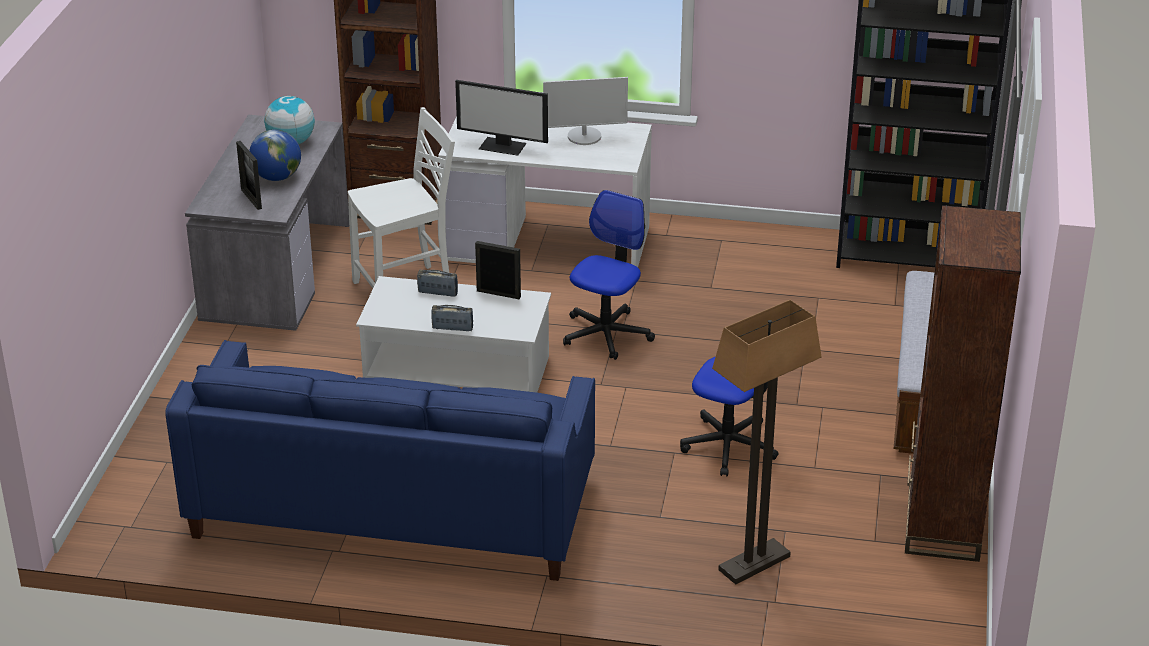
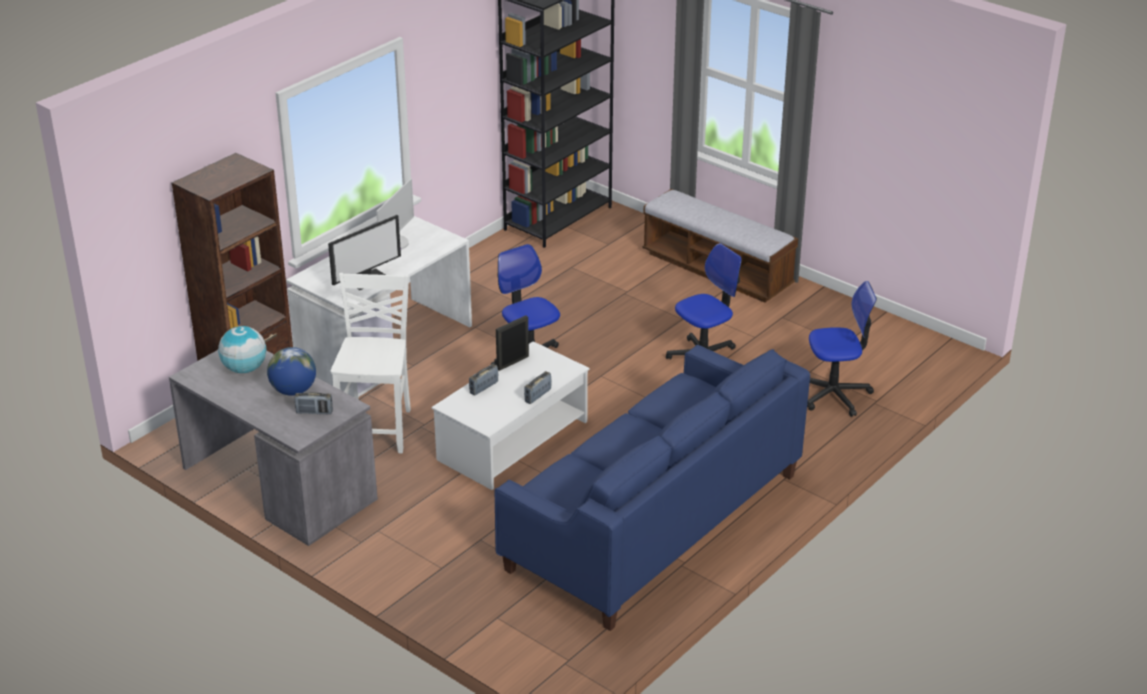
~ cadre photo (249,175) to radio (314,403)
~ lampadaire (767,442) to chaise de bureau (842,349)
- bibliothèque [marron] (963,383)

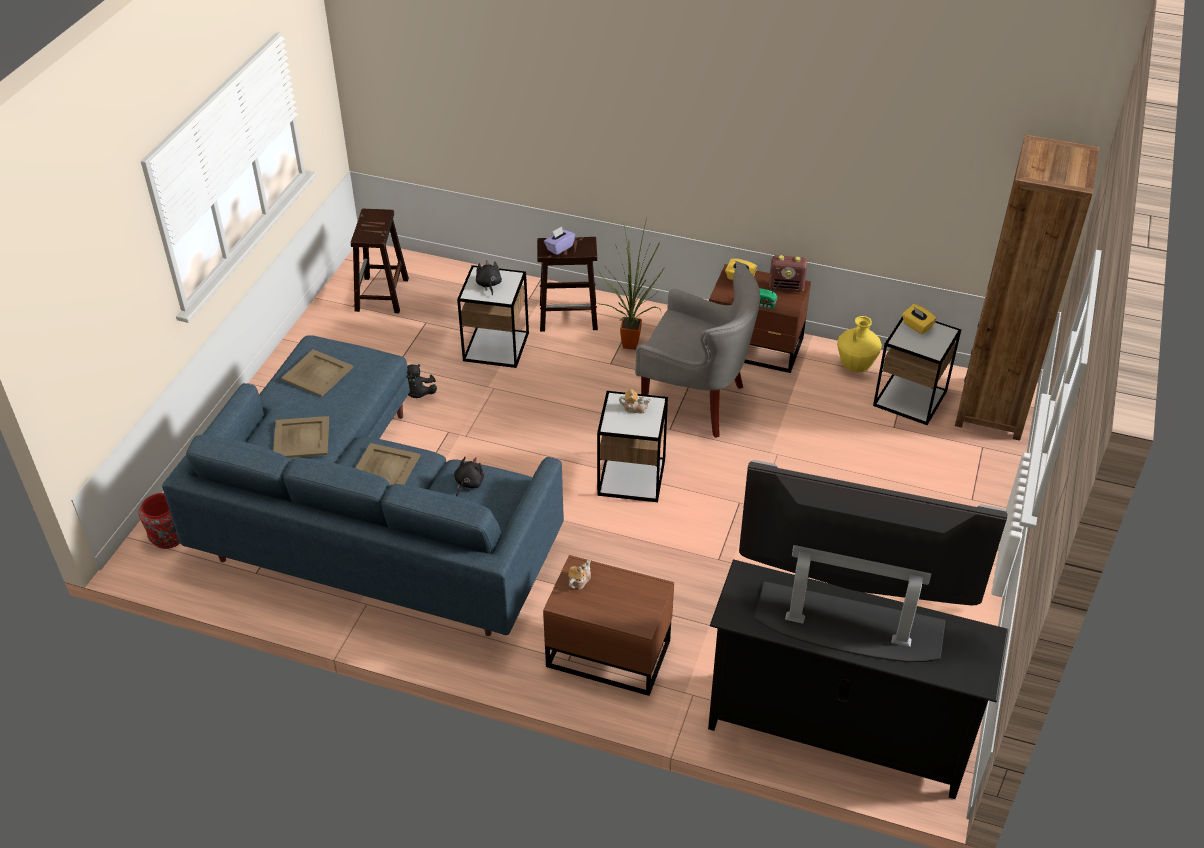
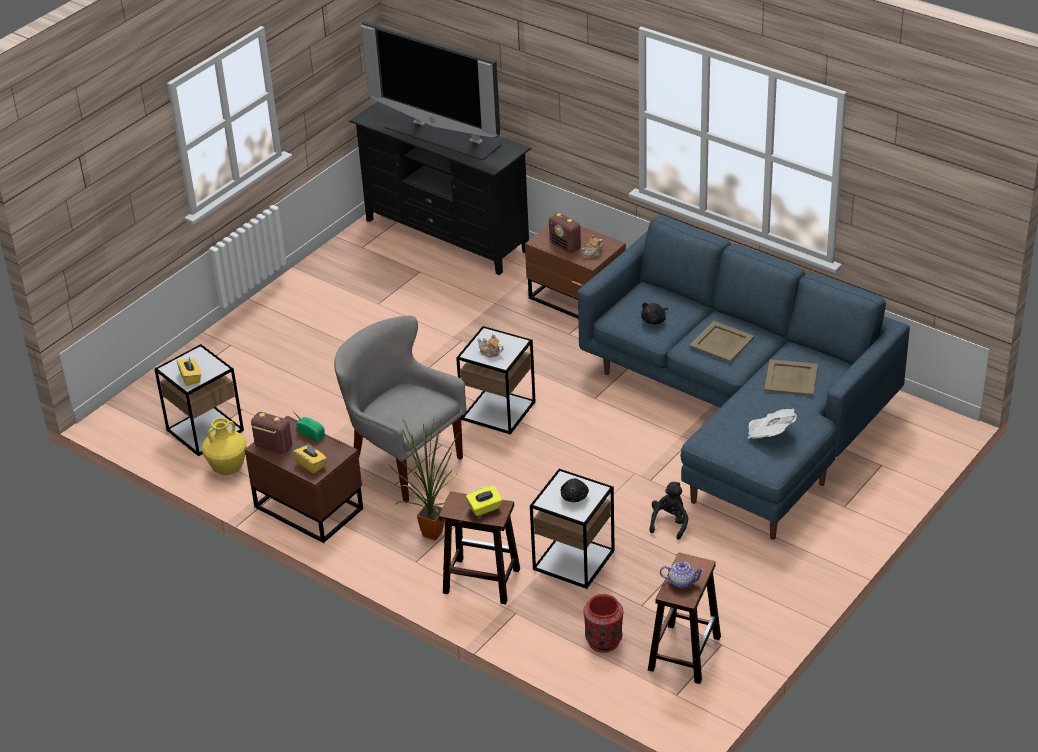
~ boîte à mouchoirs [violet] (559,241) to boîte à mouchoirs [jaune] (484,501)
+ radio (565,233)
~ vase [rouge] (159,521) to (603,623)
+ théière (682,574)
~ plateau [beige] (317,373) to journal (772,424)
- bibliothèque [marron] (1027,287)

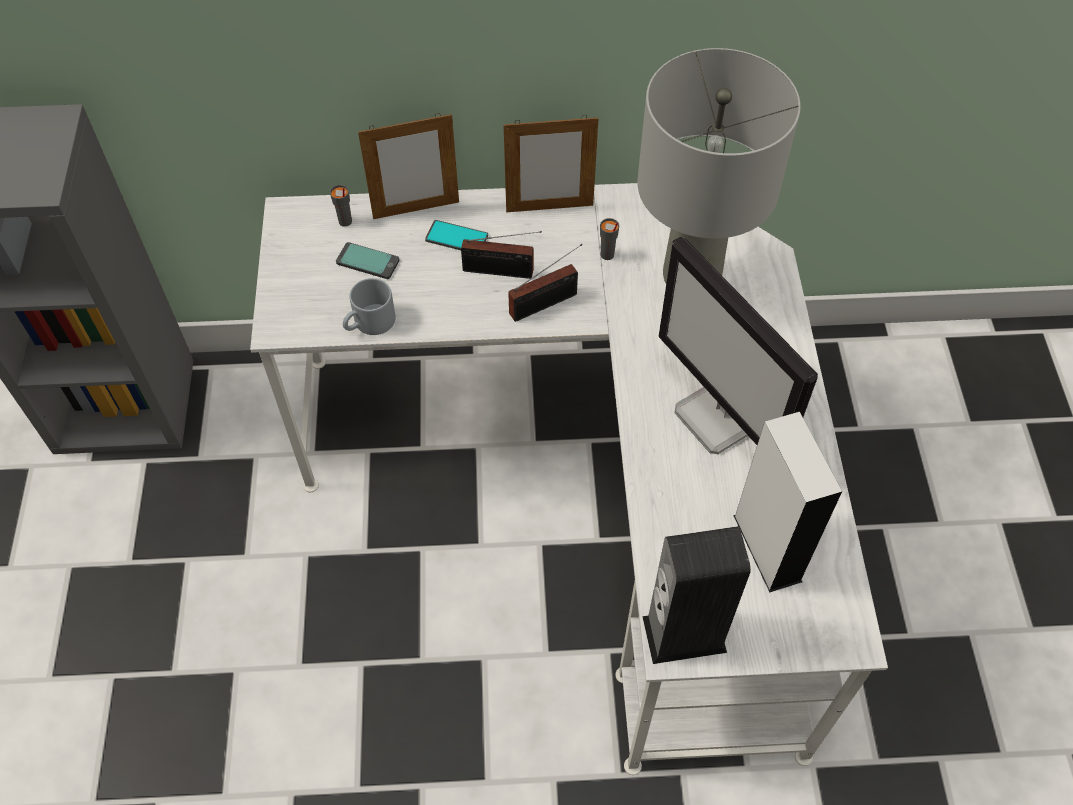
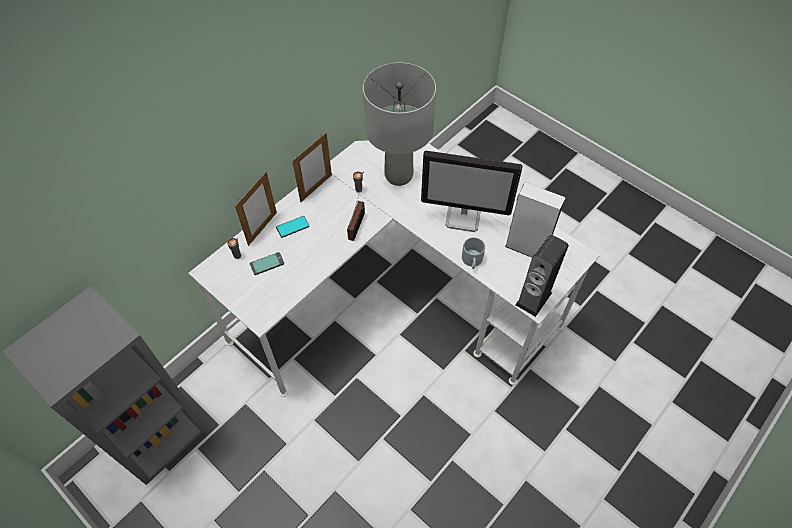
~ mug [gris] (369,306) to (473,253)
- radio (501,255)

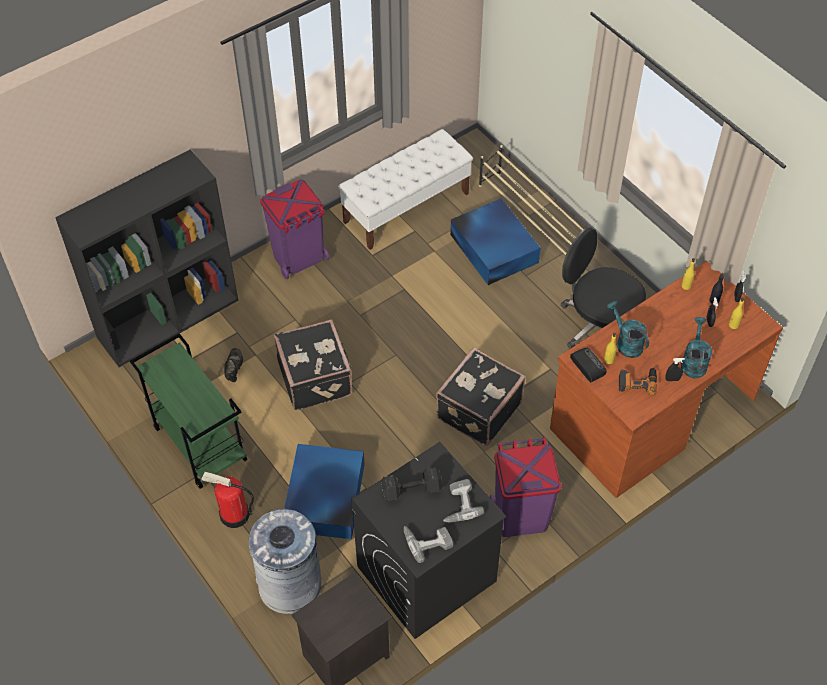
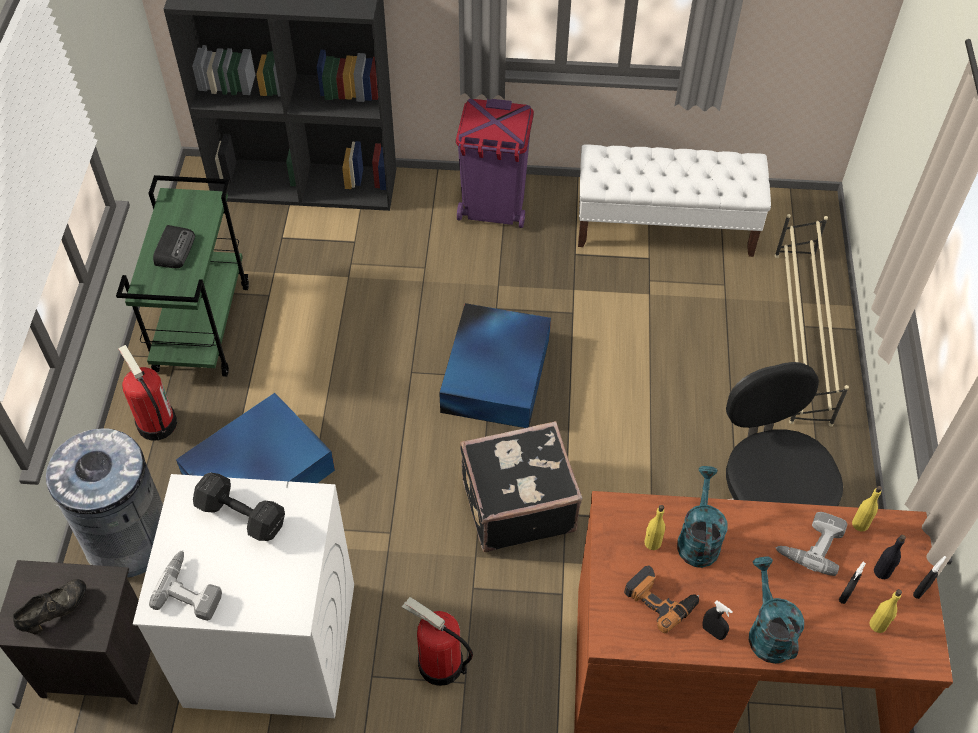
~ chaussure [noir] (233,365) to (49,607)
~ lave-linge [noir] (429,540) to lave-linge [blanc] (243,596)
~ radio (588,365) to (174,246)
~ poubelle [violet] (525,487) to extincteur (437,641)
~ boîte de rangement [bleu] (495,241) to (495,365)
~ arrosoir [turquoise] (696,347) = (776,610) 60 degrees counterclockwise
~ perceuse (463,500) to (811,544)
- valise [noir] (313,365)

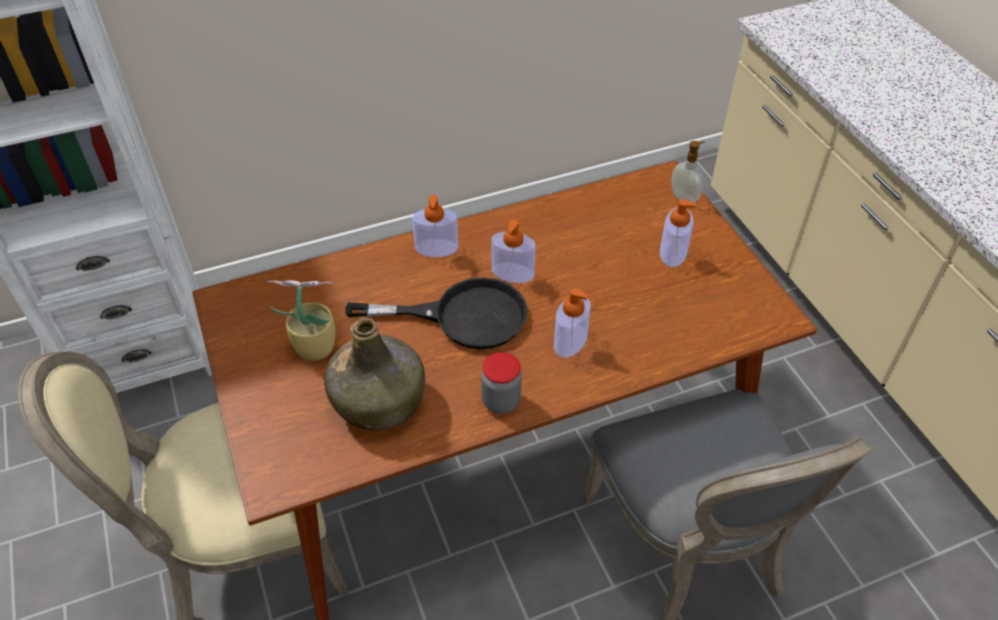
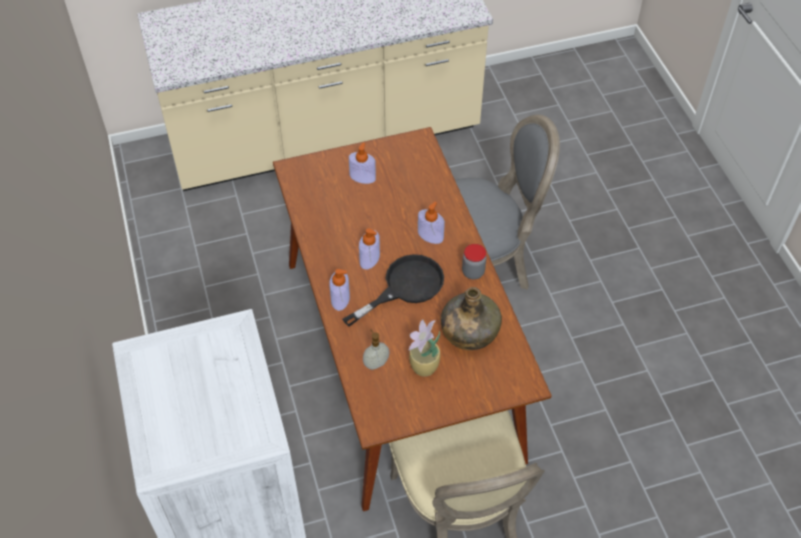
~ poêle [noir] (437,313) = (393,290) 45 degrees clockwise
~ distributeur de savon (688,172) to (376,349)

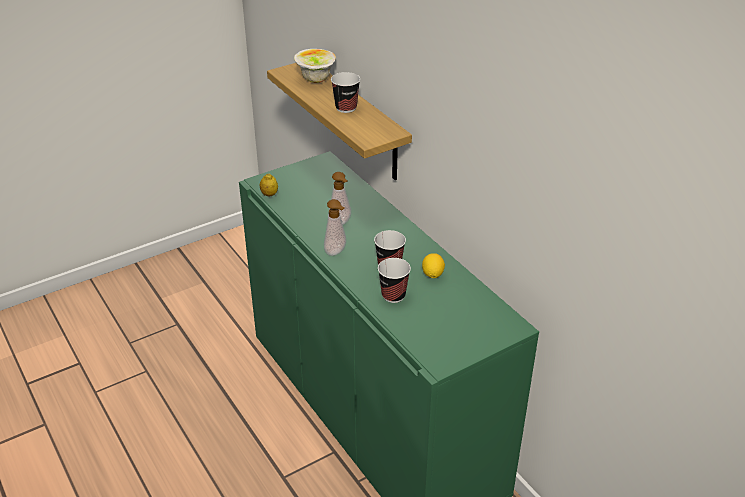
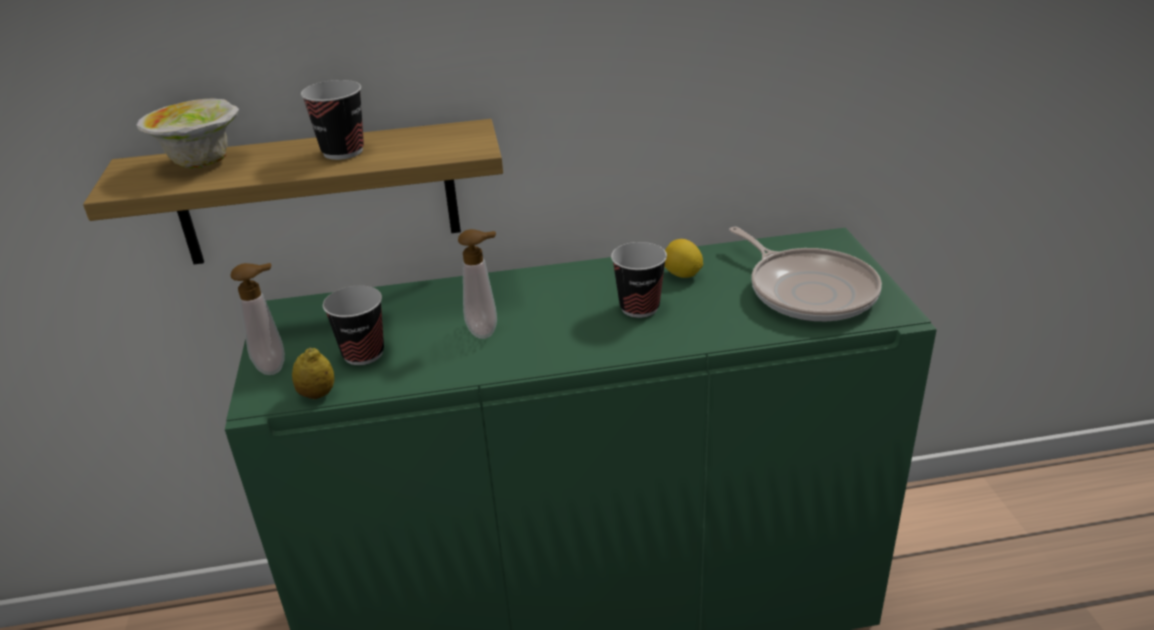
~ distributeur de savon (335,227) to (257,319)
~ tasse (394,280) to (353,325)
+ poêle (805,274)

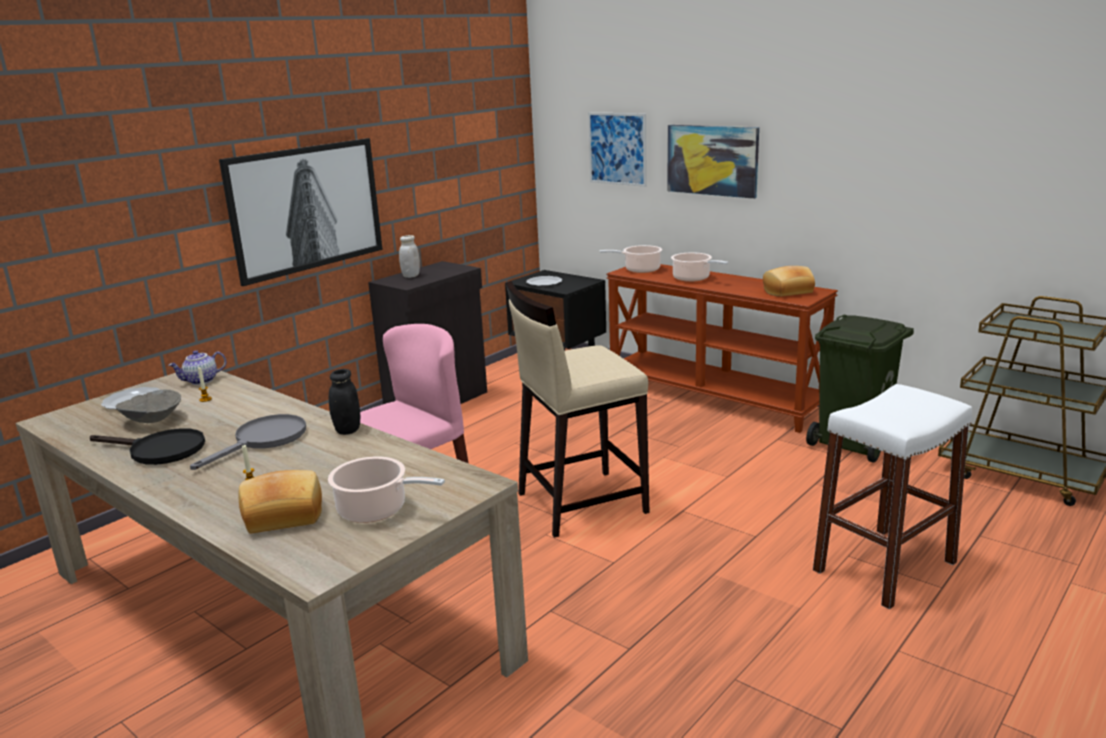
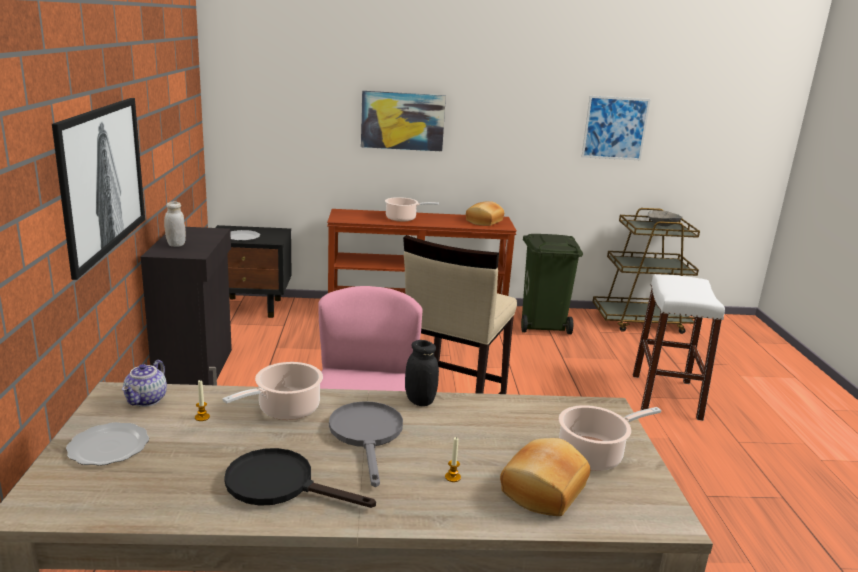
~ marmite (630,259) to (273,391)
~ poêle [noir] (147,446) = (300,478) 135 degrees counterclockwise
~ tableau (617,149) to (616,128)
~ bol [gris] (148,406) to (665,218)

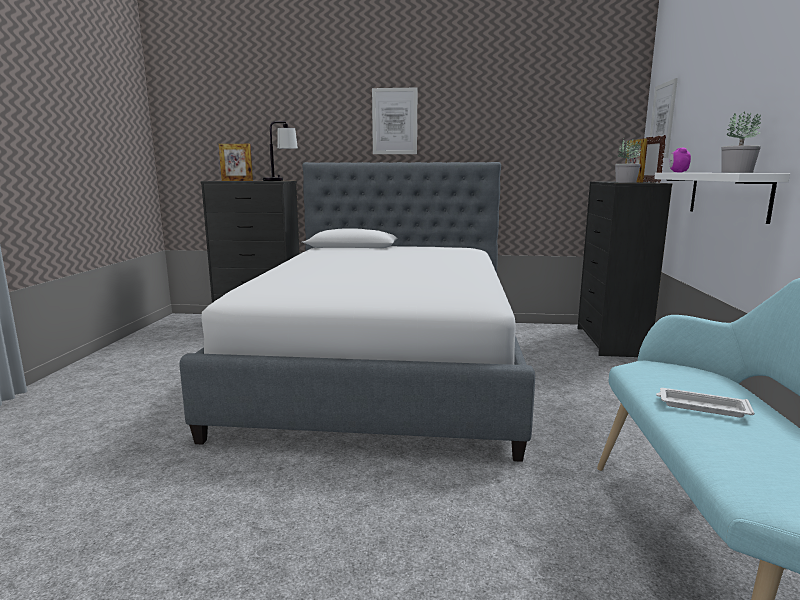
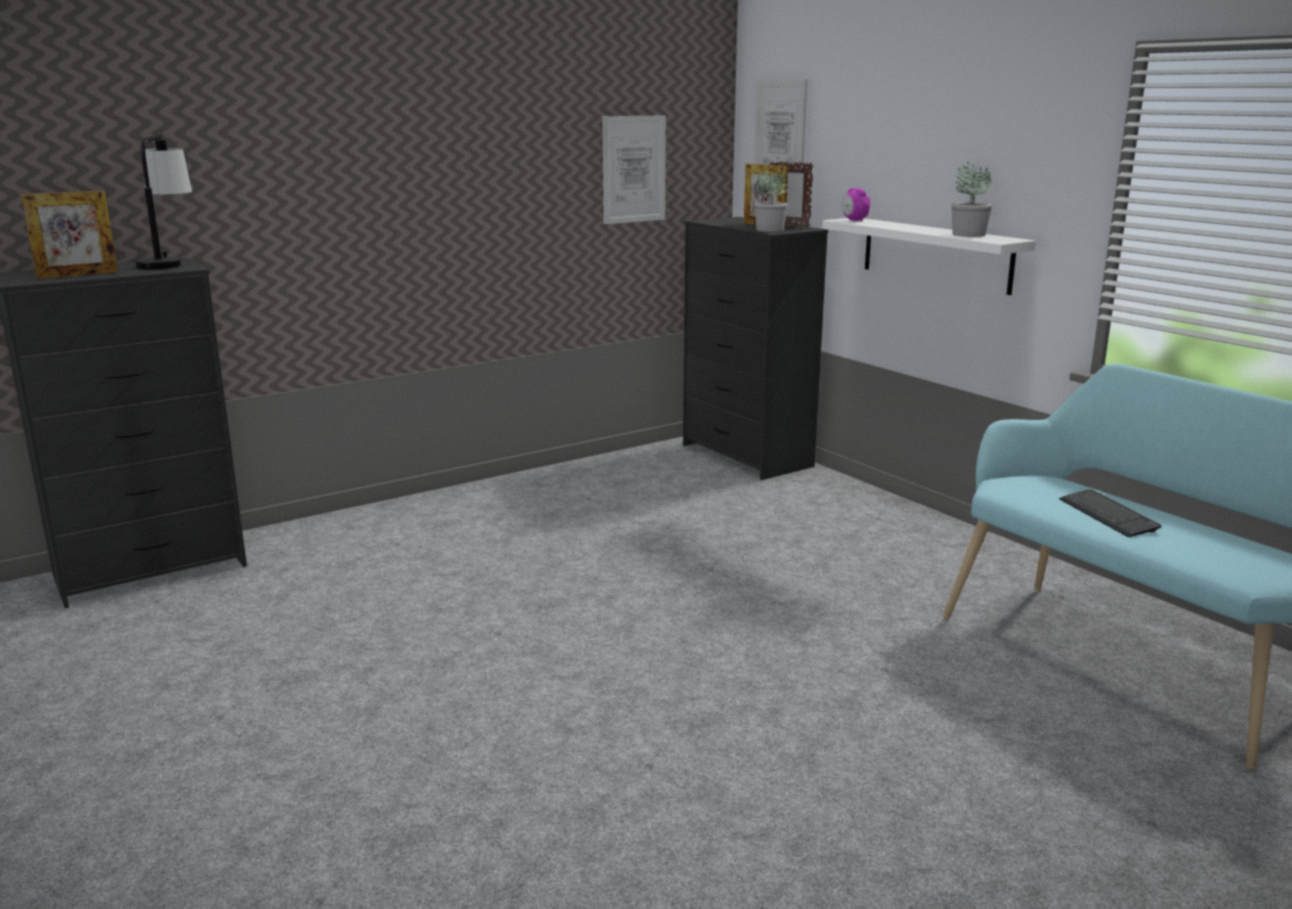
~ tableau (394,120) to (634,169)
~ plateau [blanc] (705,403) to clavier (1110,513)
- lit (357,312)

